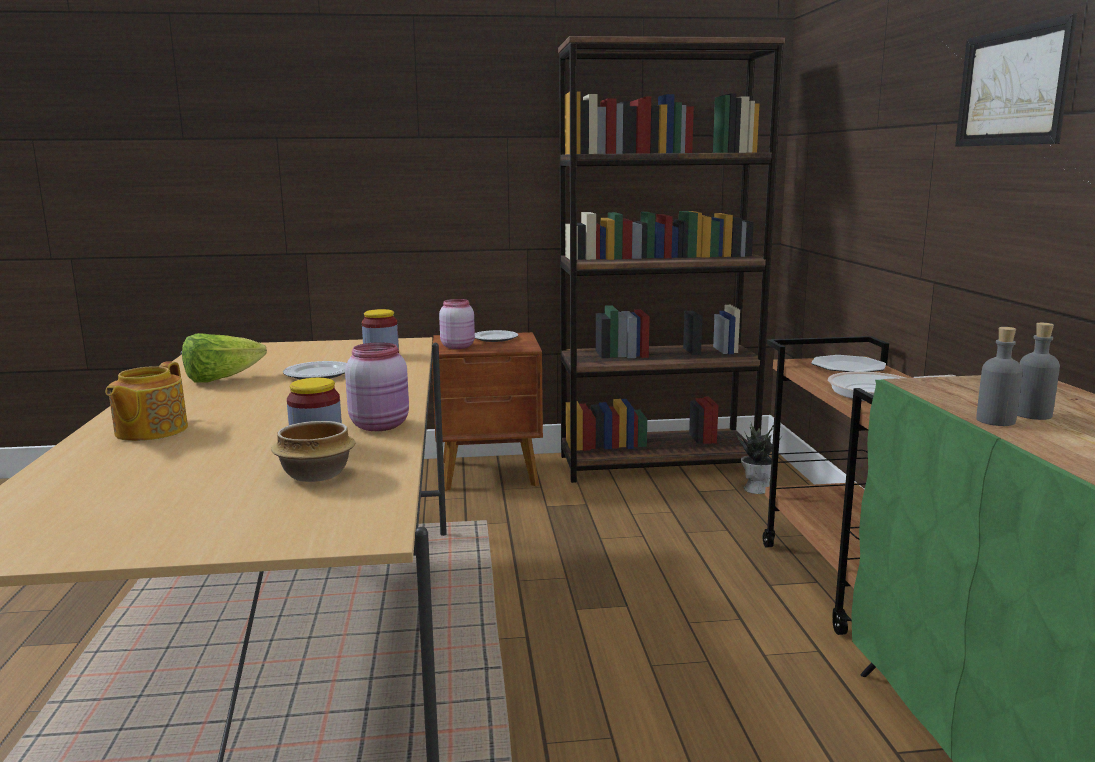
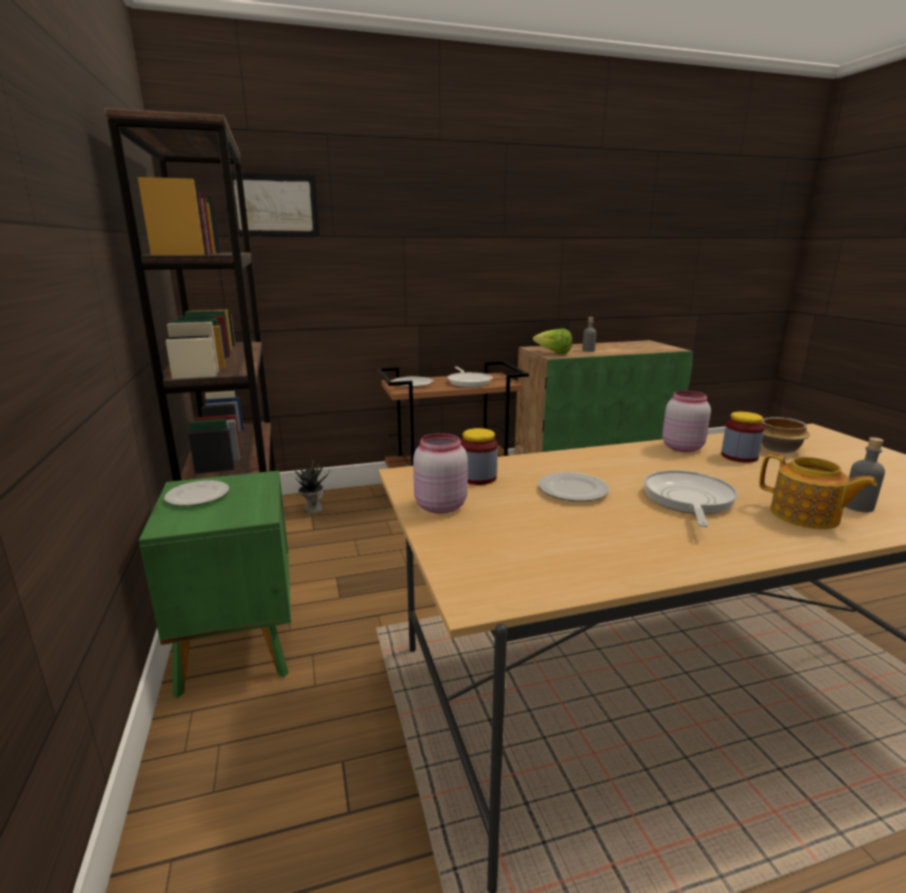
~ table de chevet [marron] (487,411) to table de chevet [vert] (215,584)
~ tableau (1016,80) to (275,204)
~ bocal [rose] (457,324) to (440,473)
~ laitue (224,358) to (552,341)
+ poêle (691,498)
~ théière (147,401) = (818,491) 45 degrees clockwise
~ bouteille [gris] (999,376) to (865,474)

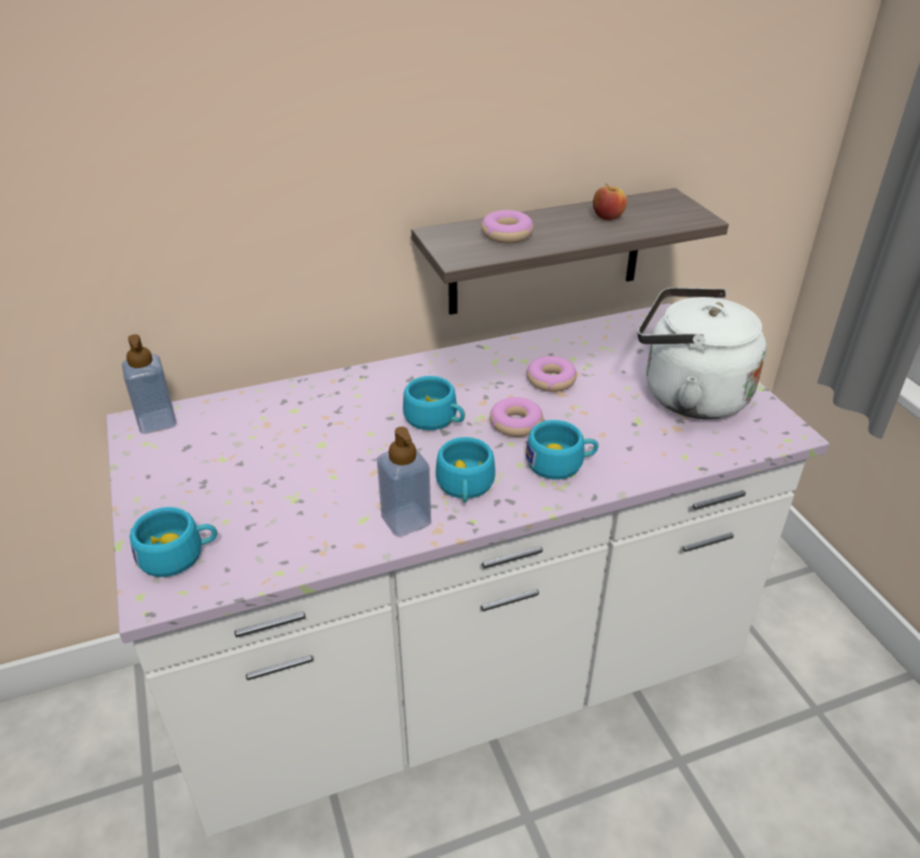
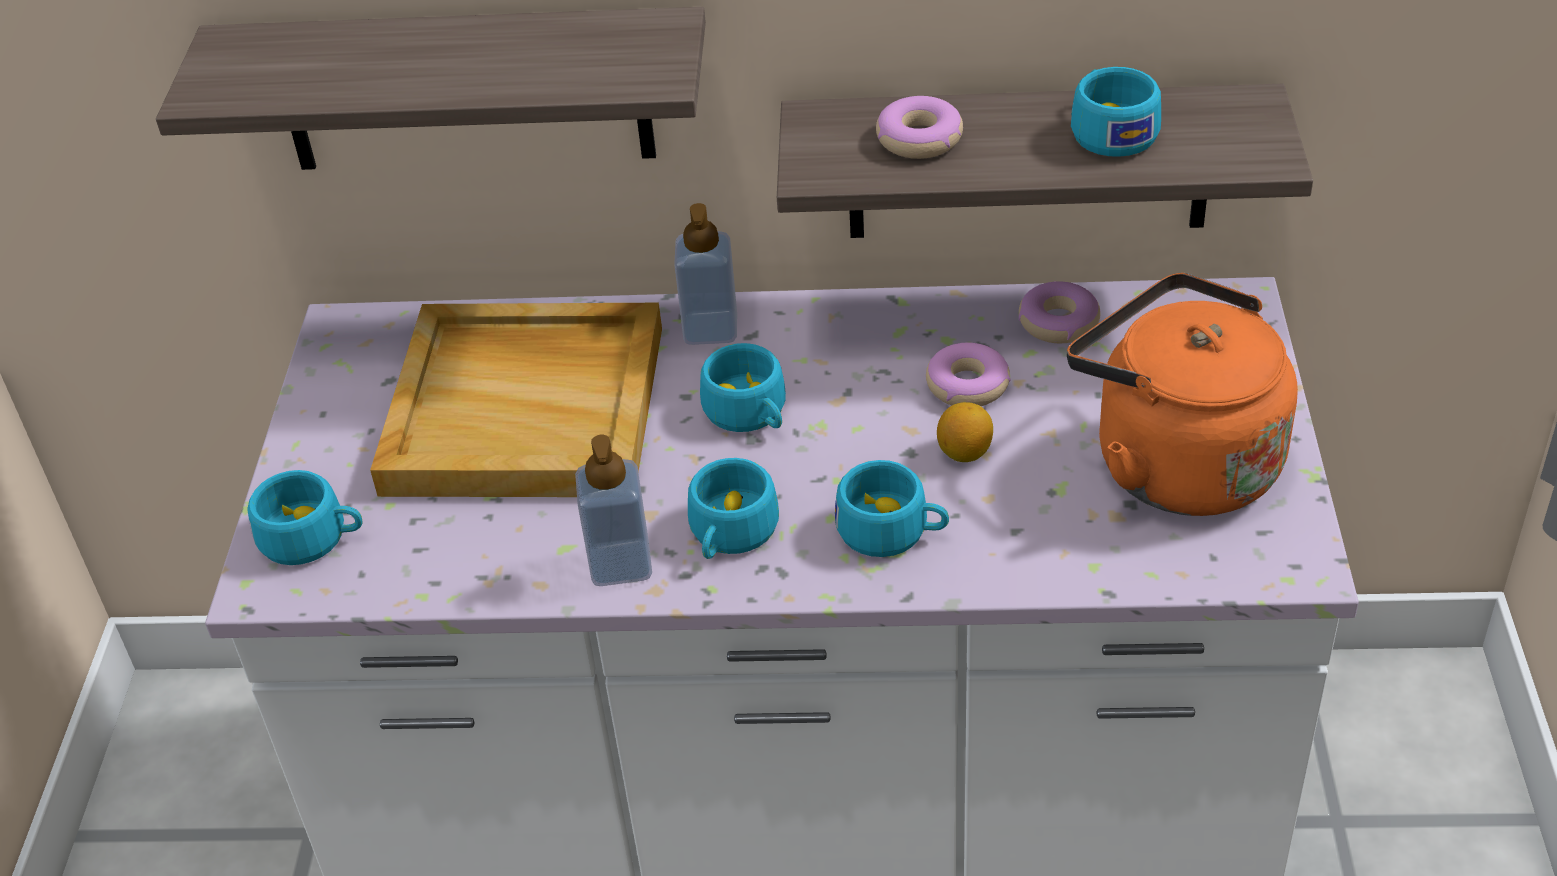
+ étagère (431,88)
+ plateau [beige] (516,400)
~ distributeur de savon (149,384) to (705,274)
+ citron (965,432)
~ beignet (516,417) to (1060,312)
~ bouilloire [blanc] (702,353) to bouilloire [orange] (1182,394)
~ pomme (610,201) to tasse [turquoise] (1116,112)

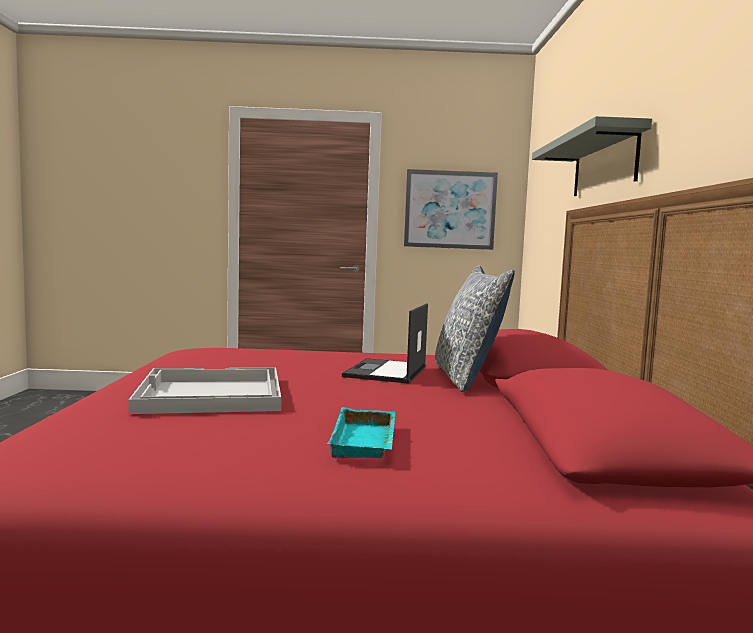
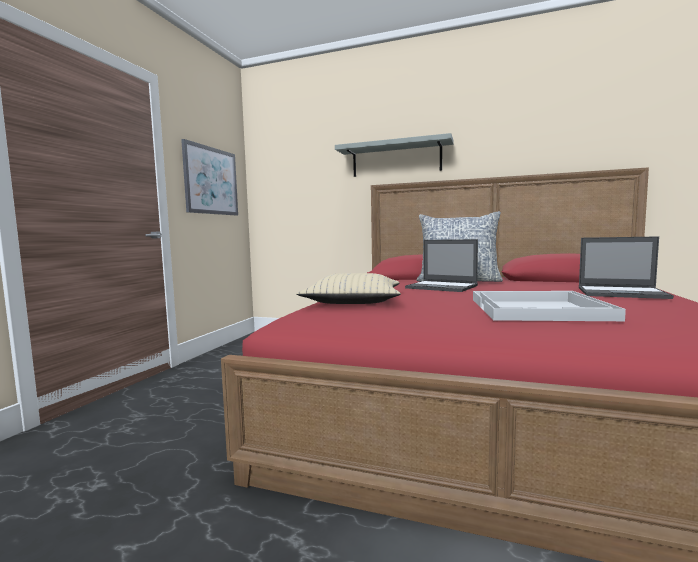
+ coussin [beige] (348,288)
~ plateau [turquoise] (361,432) to ordinateur portable (626,267)

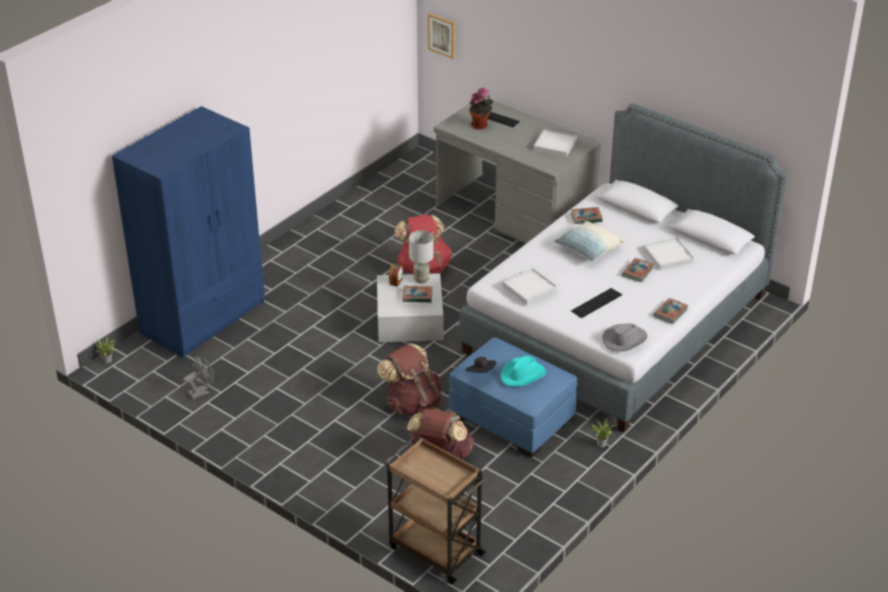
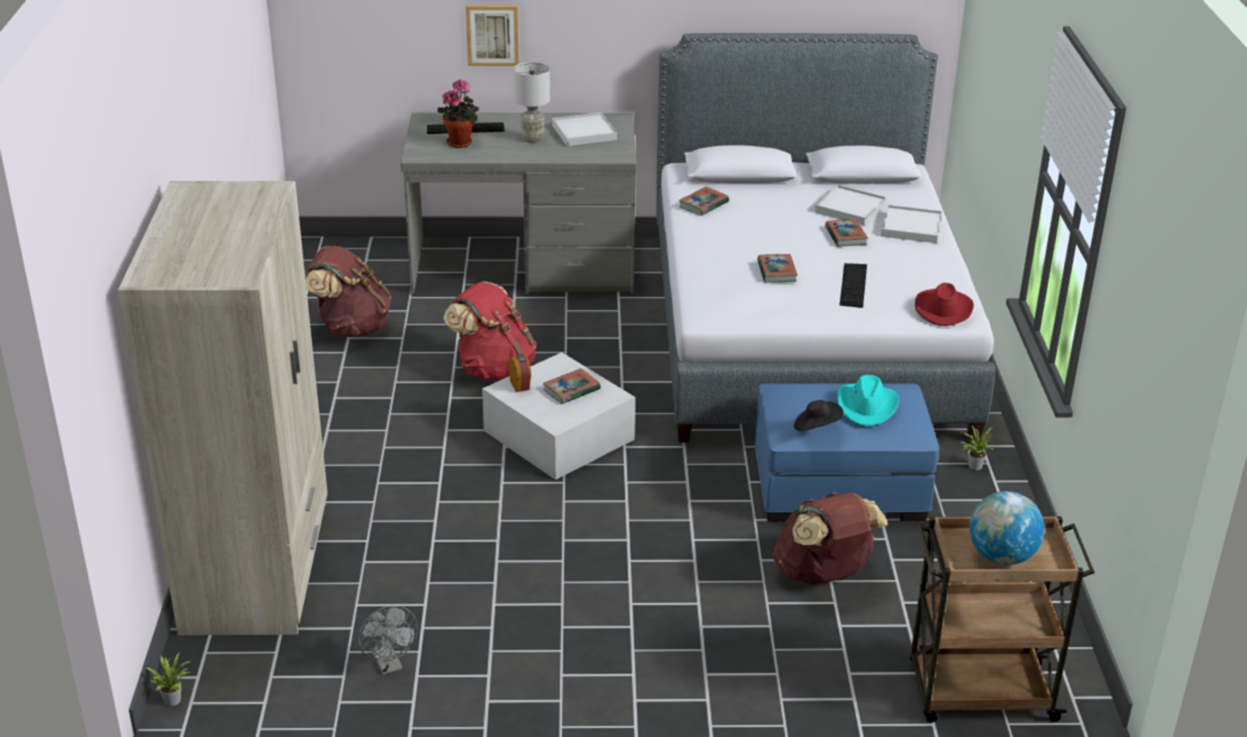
~ armoire [bleu] (188,232) to armoire [beige] (223,408)
~ sac à dos [marron] (409,379) to (348,291)
~ ventilateur [gris] (199,377) = (388,640) 135 degrees clockwise
~ tableau (441,36) to (492,35)
~ lampe de table [gris] (421,257) to (532,102)
~ livre (671,311) to (777,268)
~ plateau [blanc] (530,286) to (911,224)
~ chapeau [gris] (625,337) to chapeau [rouge] (944,304)
+ globe (1007,528)
- coussin (590,241)

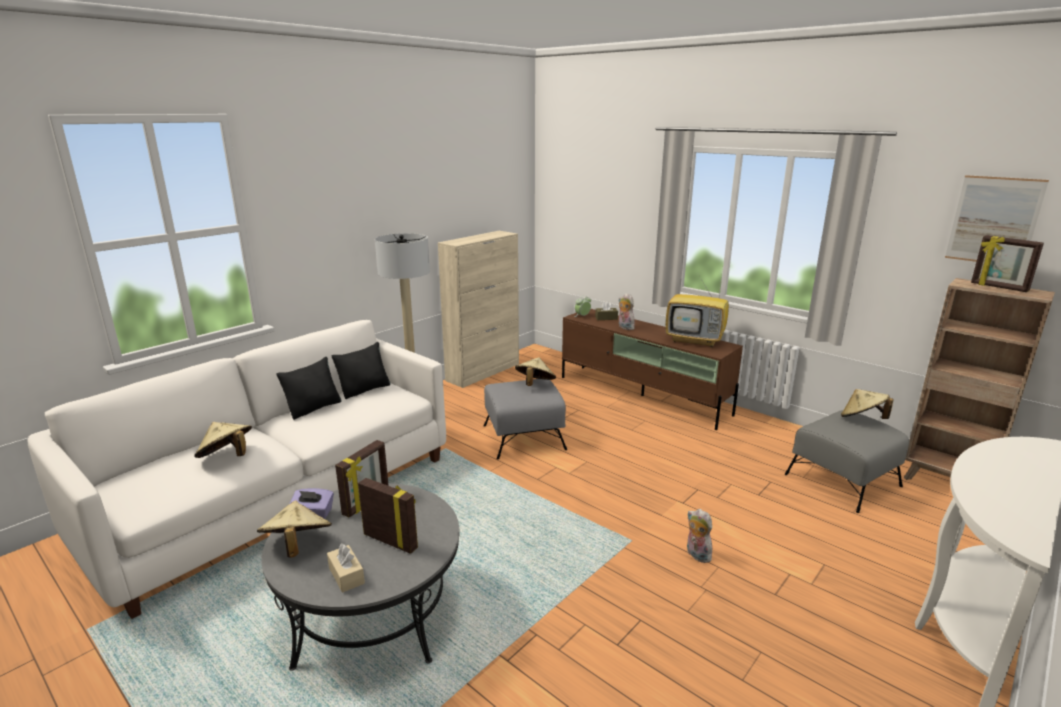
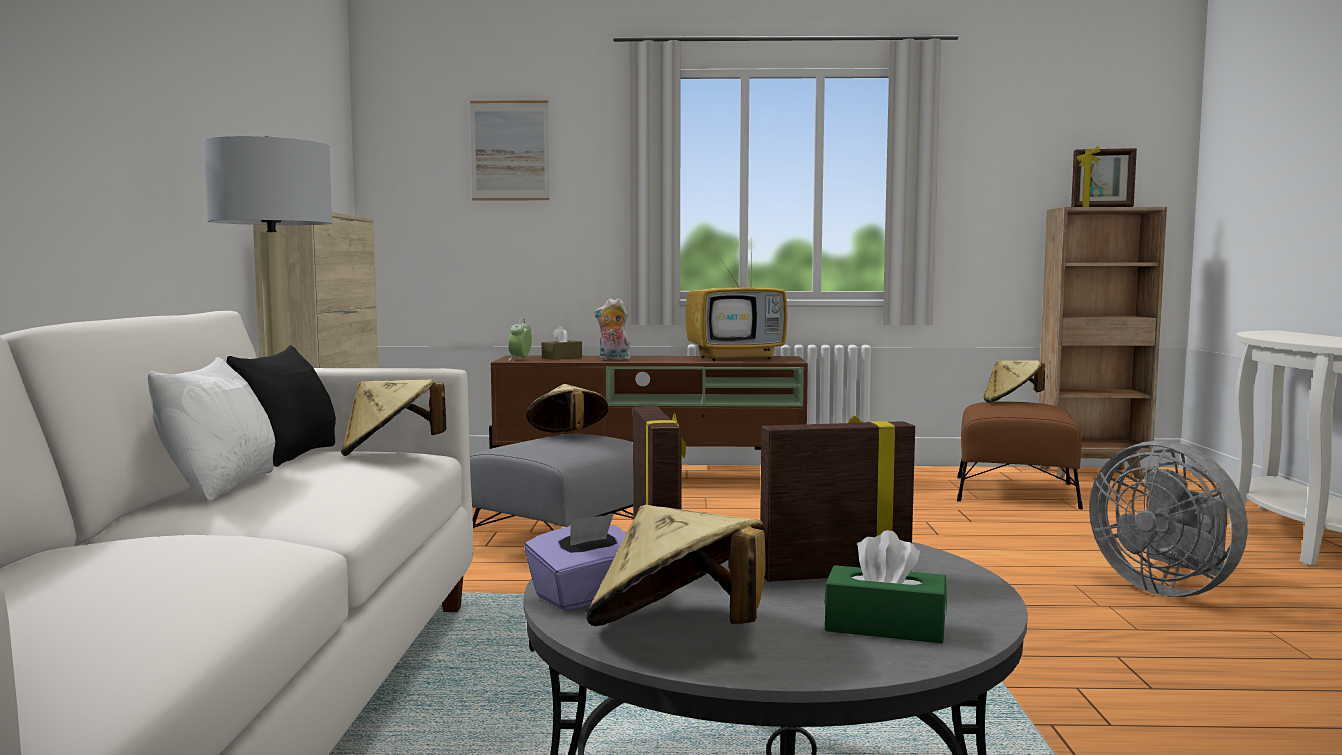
~ coussin [noir] (309,388) to coussin [blanc] (211,429)
~ chapeau [beige] (223,440) to (393,417)
~ tableau (997,218) to (510,150)
~ boîte à mouchoirs [beige] (346,568) to boîte à mouchoirs [vert] (885,586)
~ pouf [gris] (847,461) to pouf [marron] (1020,455)
+ ventilateur [gris] (1168,519)
- peluche (699,536)

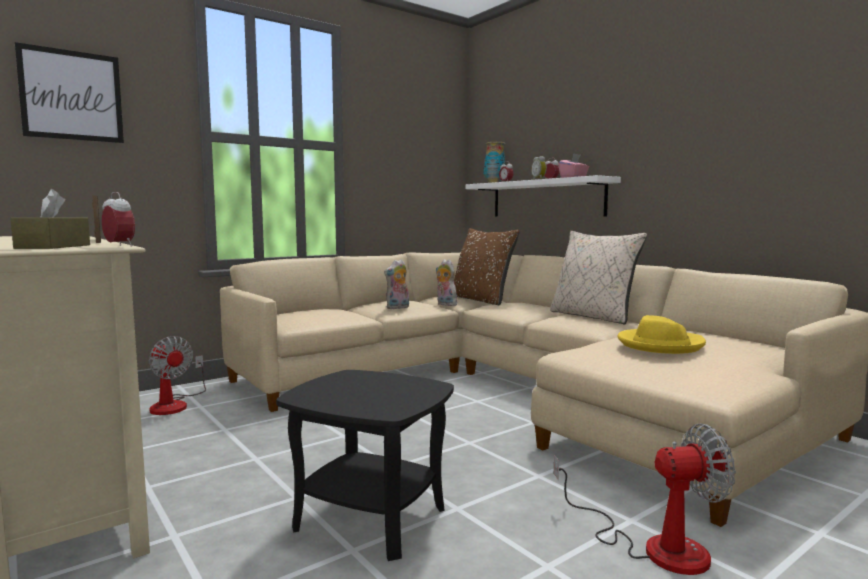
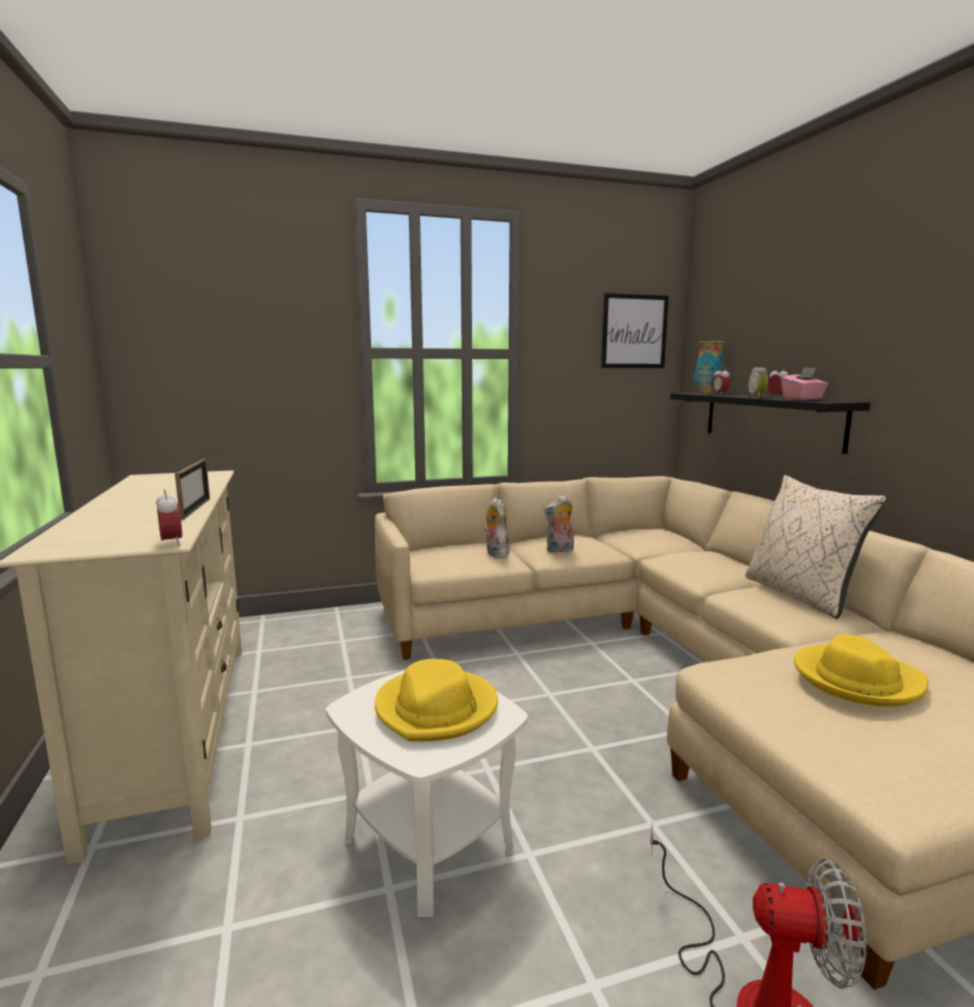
~ table d'appoint [noir] (365,465) to table d'appoint [blanc] (427,793)
+ chapeau [jaune] (436,700)
~ peluche (446,282) to (497,528)
~ tableau (69,92) to (635,330)
~ étagère [blanc] (543,196) to étagère [noir] (770,423)
- boîte à mouchoirs [marron] (50,219)
- ventilateur (177,375)
- coussin [marron] (487,266)

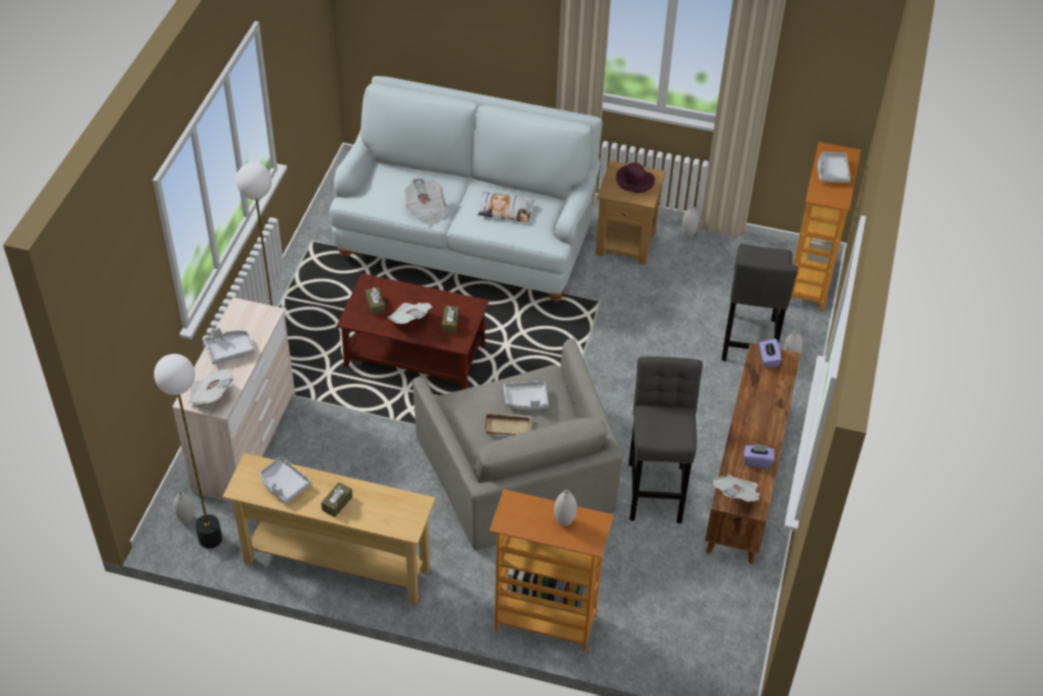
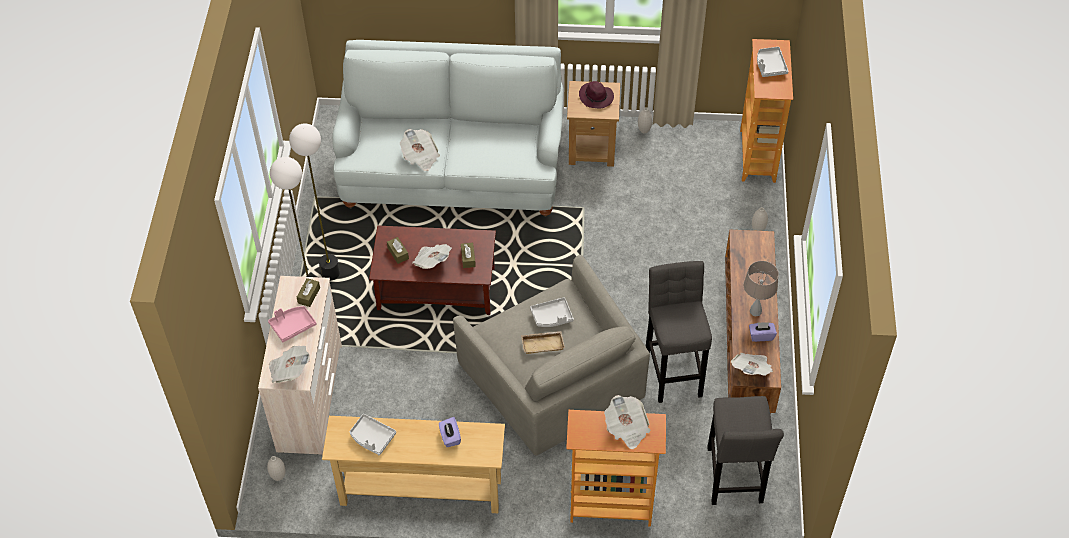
~ plateau [gris] (229,346) to plateau [rose] (292,324)
~ lampadaire (188,451) to (314,202)
~ boîte à mouchoirs [marron] (337,499) to (308,292)
~ boîte à mouchoirs [violet] (770,353) to (450,432)
~ vase [blanc] (565,508) to journal (627,422)
~ tabouret [gris] (760,302) to (745,450)
+ lampe de table [beige] (761,288)
- coussin (506,207)

